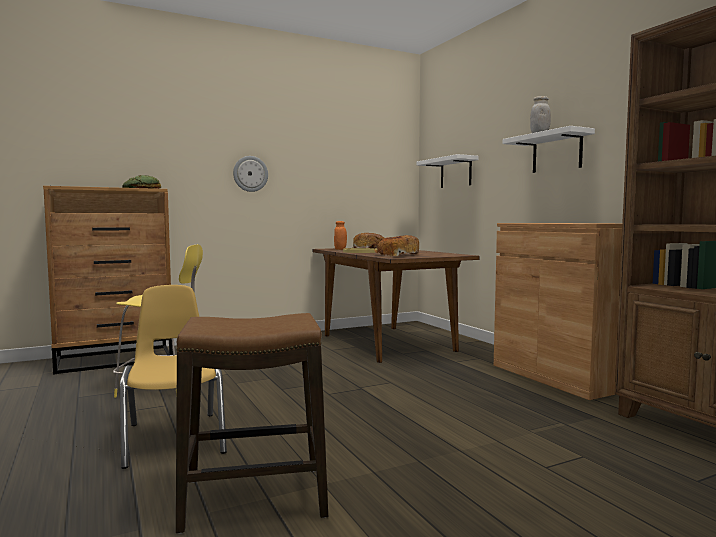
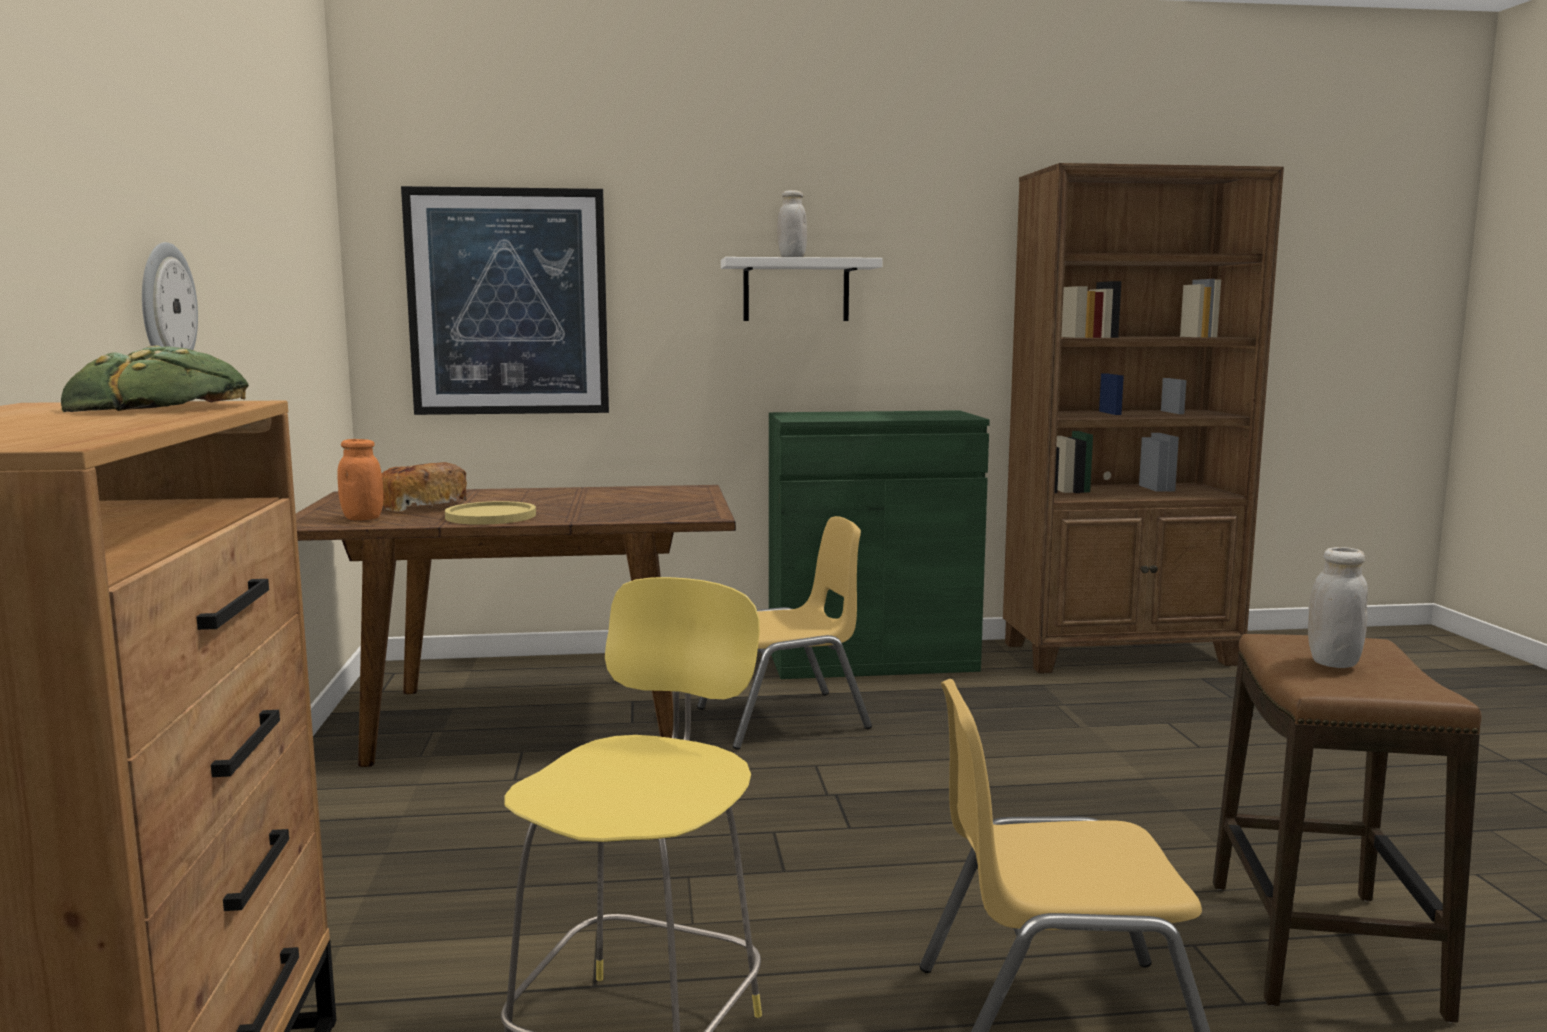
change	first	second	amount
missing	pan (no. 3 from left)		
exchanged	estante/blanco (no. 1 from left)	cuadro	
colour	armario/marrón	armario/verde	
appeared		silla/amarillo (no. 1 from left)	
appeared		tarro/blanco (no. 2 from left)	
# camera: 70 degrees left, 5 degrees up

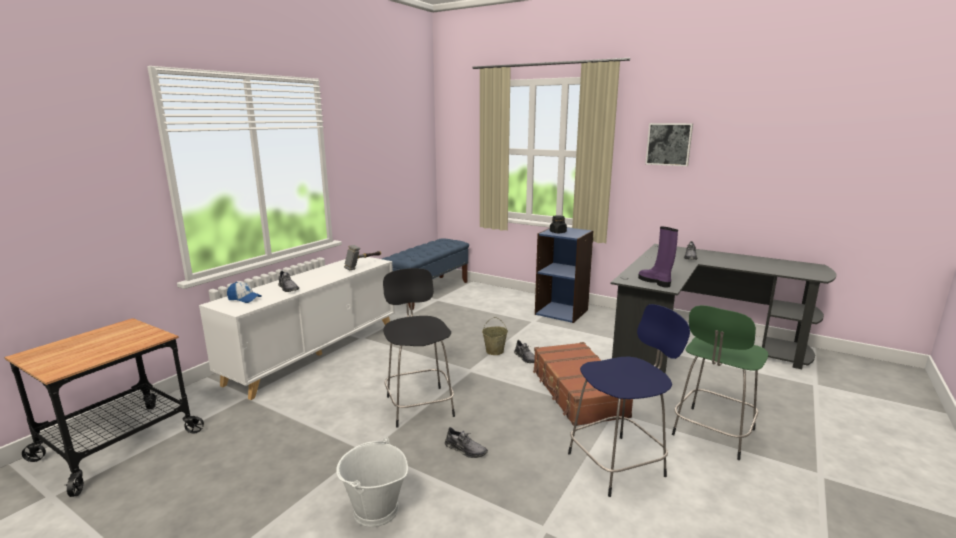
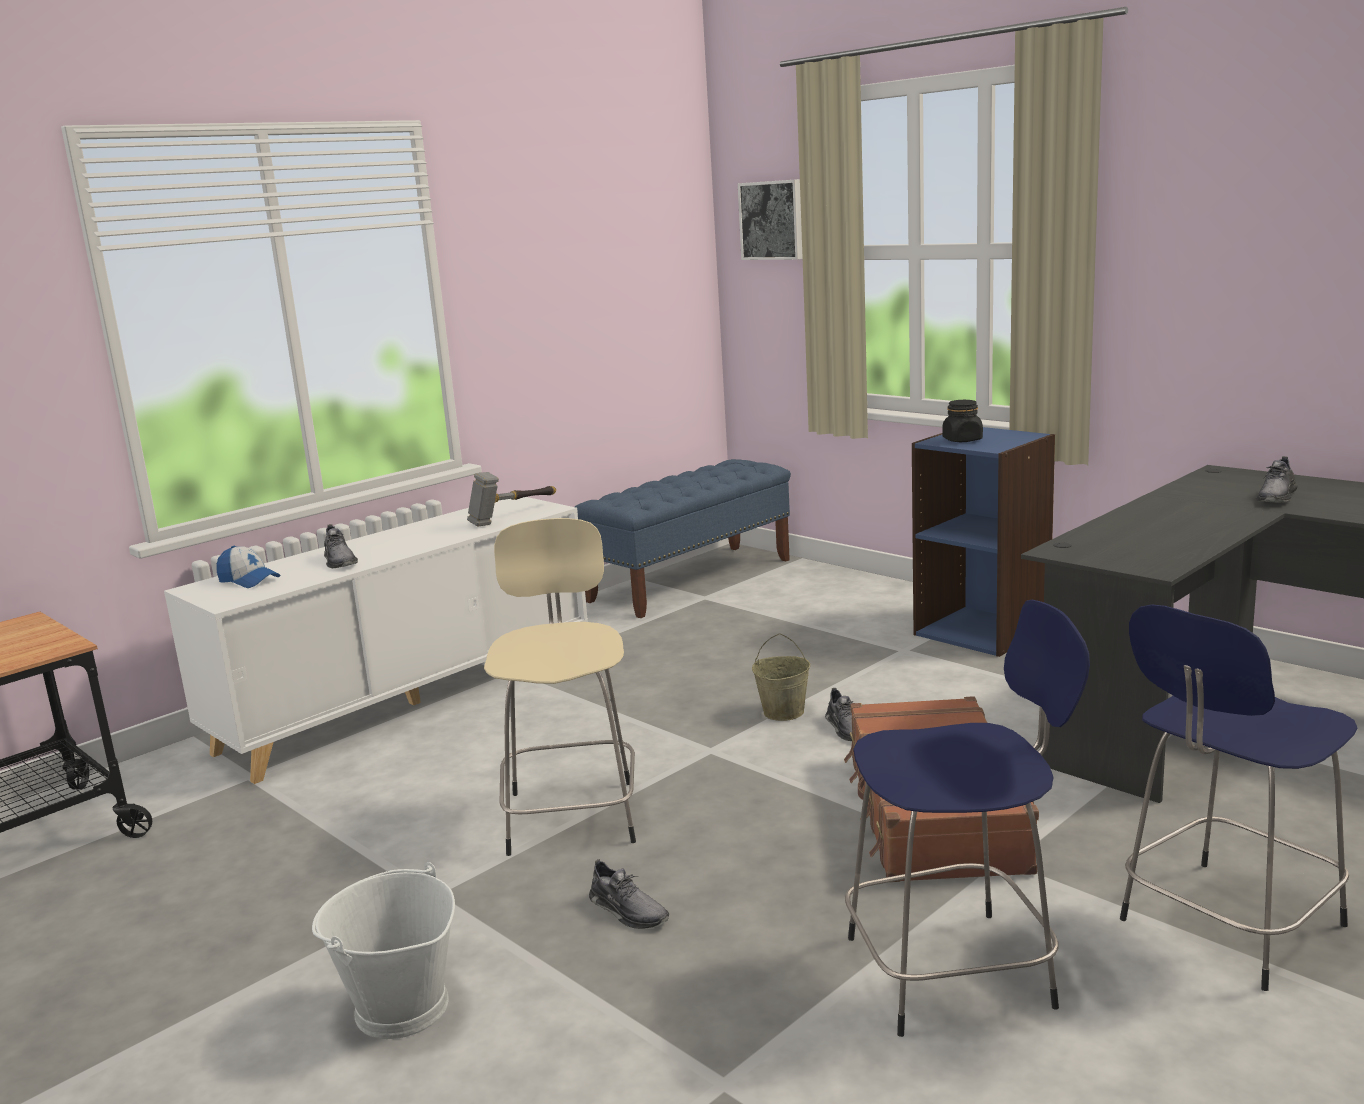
change	first	second	amount
colour	taburete/negro	taburete/beis	
missing	bota/morado		
relocated	cuadro		
colour	taburete/verde	taburete/azul (no. 2 from left)	
# camera: 15 degrees right, 0 degrees up

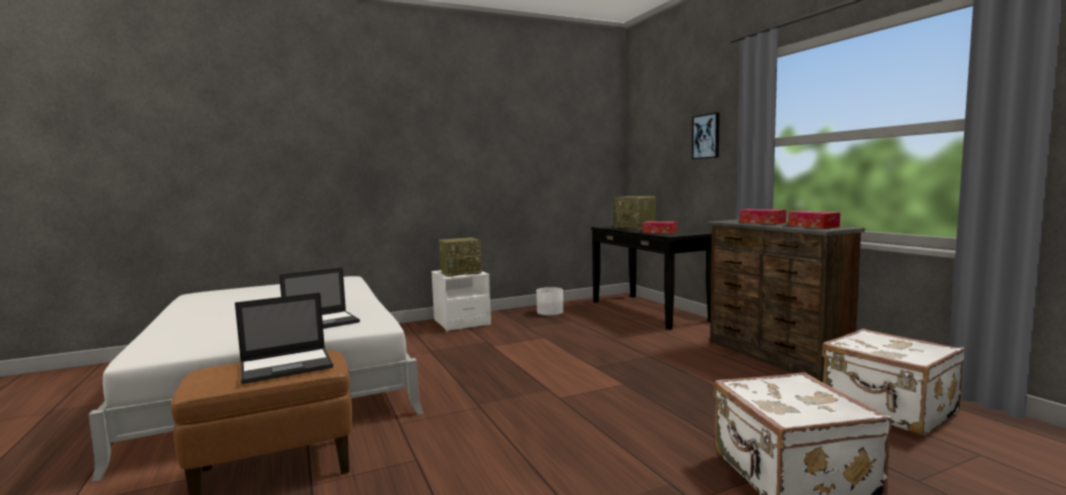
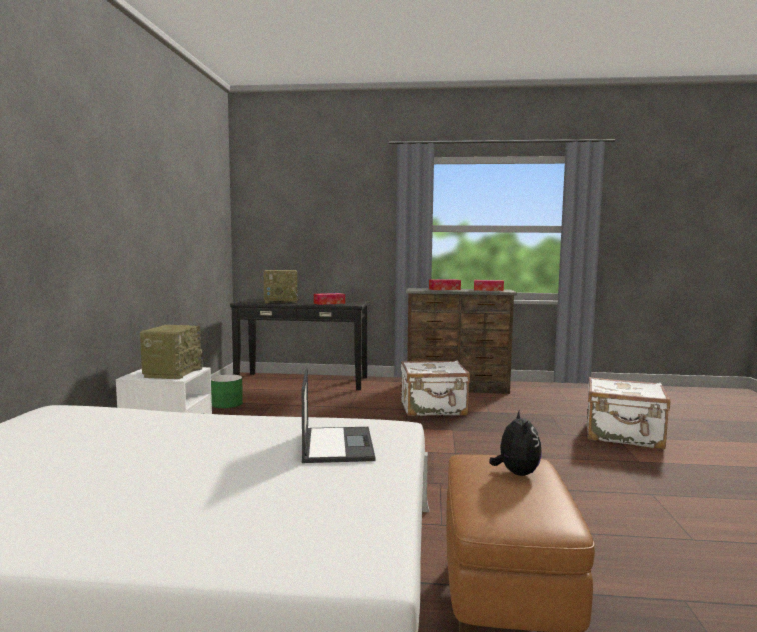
change	first	second	amount
exchanged	portátil (no. 1 from left)	peluche	
colour	maceta/blanco	maceta/verde	
missing	cuadro		
relocated	maleta/blanco (no. 2 from left in the first image)	maleta/blanco (no. 1 from left)	
# camera: 60 degrees left, 0 degrees up

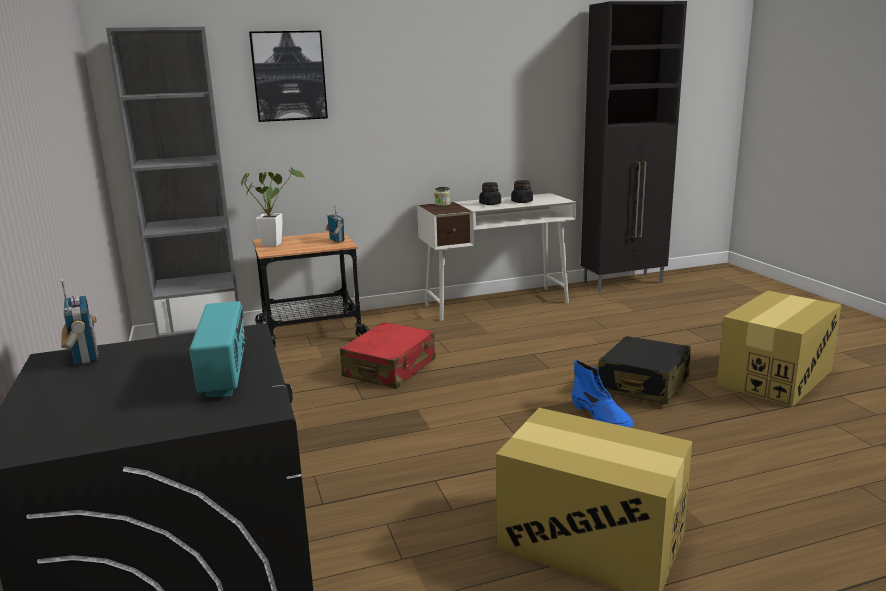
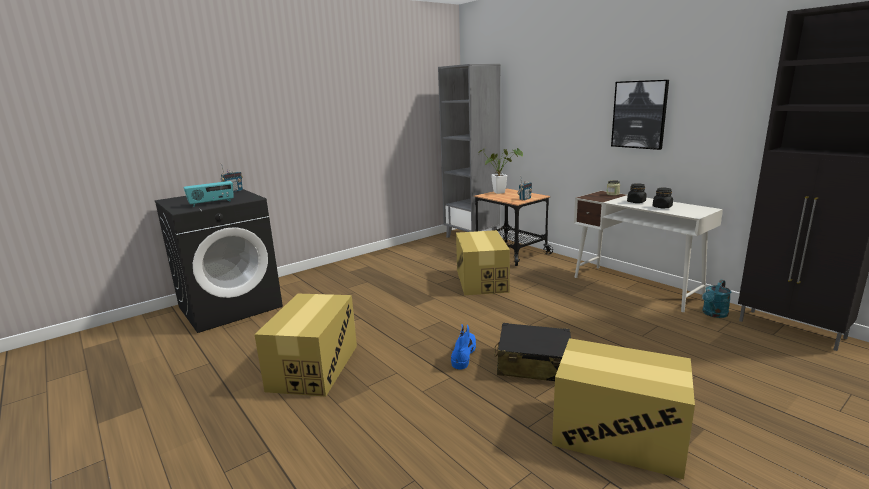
change	first	second	amount
relocated	cuadro		
exchanged	maleta/rojo	caja de cartón (no. 2 from left)	
spun	bota/azul		150 degrees clockwise
appeared		regadera/turquesa	
# camera: 70 degrees right, 0 degrees up

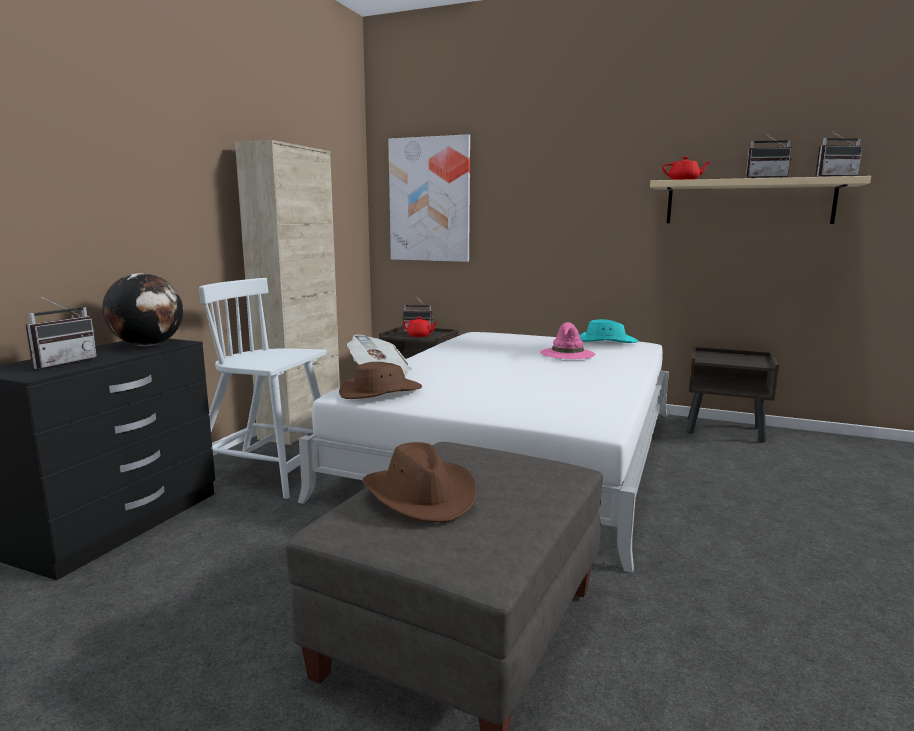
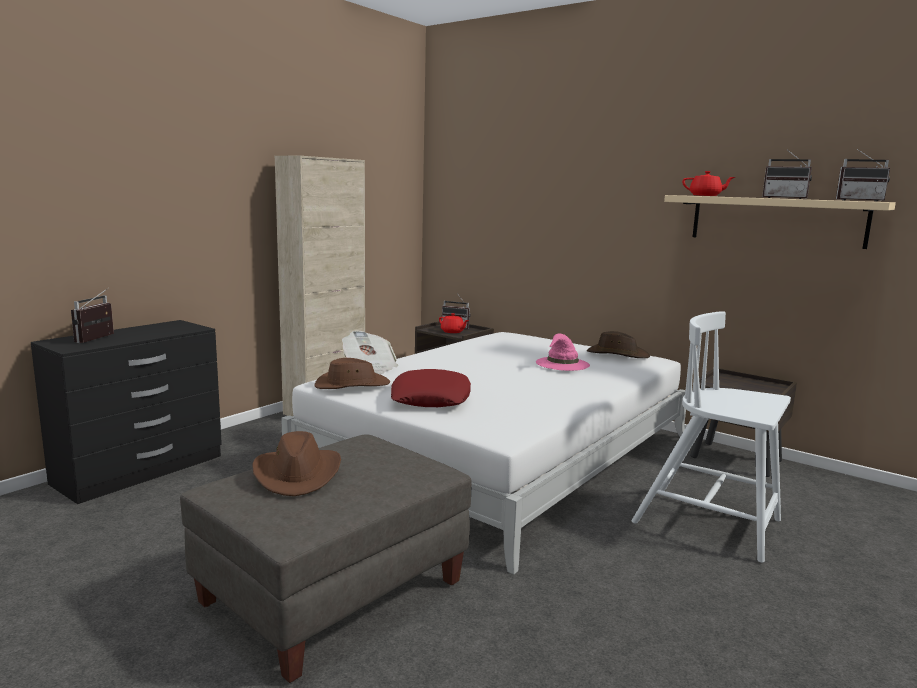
change	first	second	amount
spun	radio (no. 1 from left)		150 degrees clockwise
missing	globo terráqueo		
relocated	silla/blanco		
missing	cuadro		
colour	sombrero/turquesa	sombrero/marrón (no. 3 from left)	
appeared		cojín/rojo	
# camera: 15 degrees right, 0 degrees up

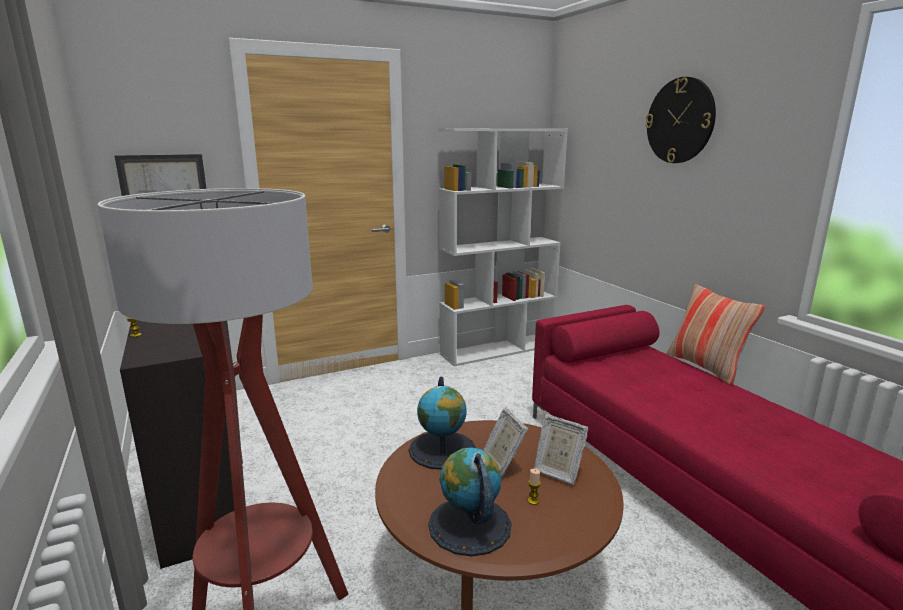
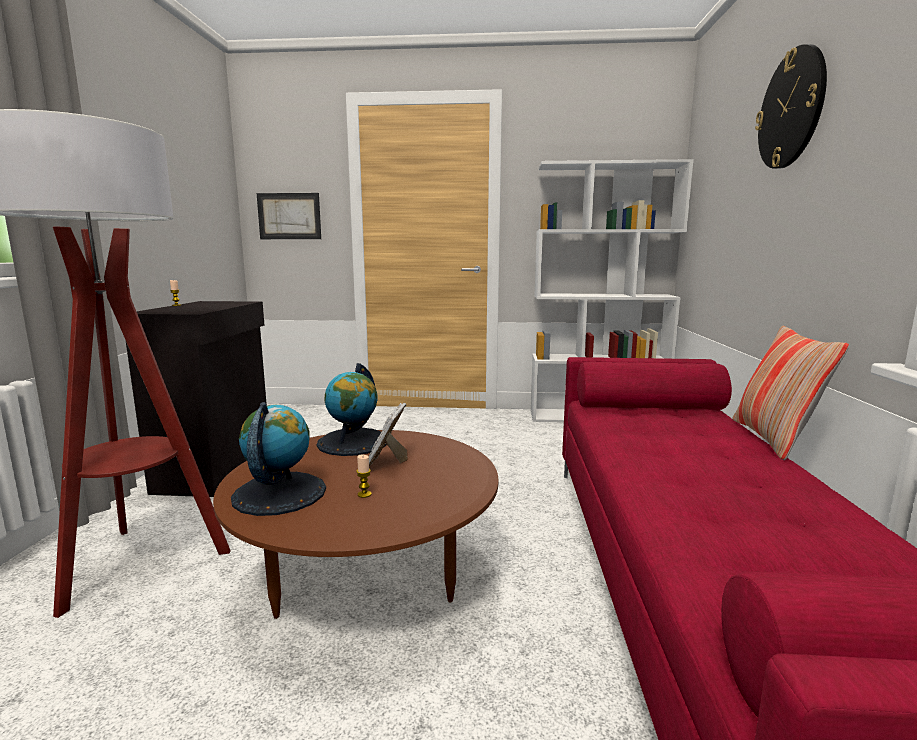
change	first	second	amount
missing	portarretratos (no. 2 from left)		
# camera: 30 degrees right, 5 degrees down

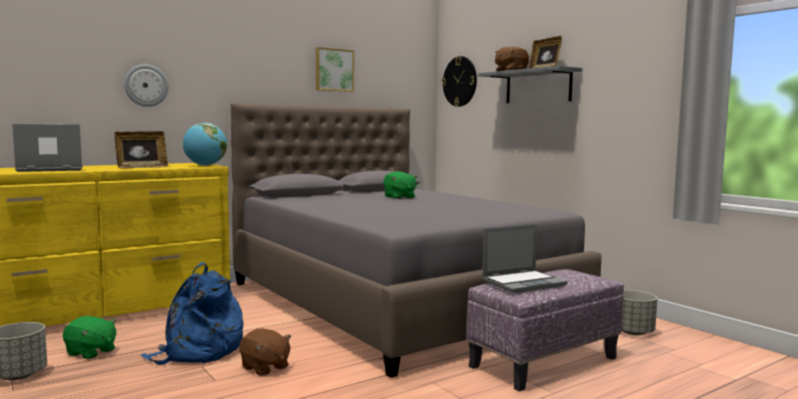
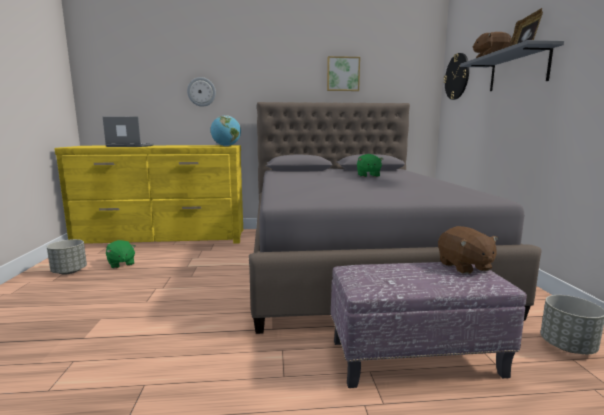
change	first	second	amount
missing	portarretratos (no. 1 from left)		
missing	mochila/azul		
relocated	peluche/marrón (no. 1 from left)		
missing	portátil (no. 2 from left)		
# camera: 30 degrees right, 5 degrees up

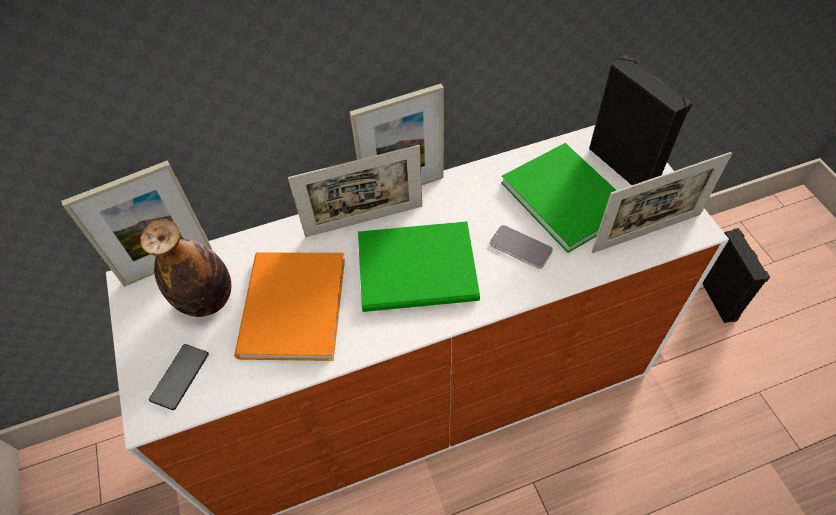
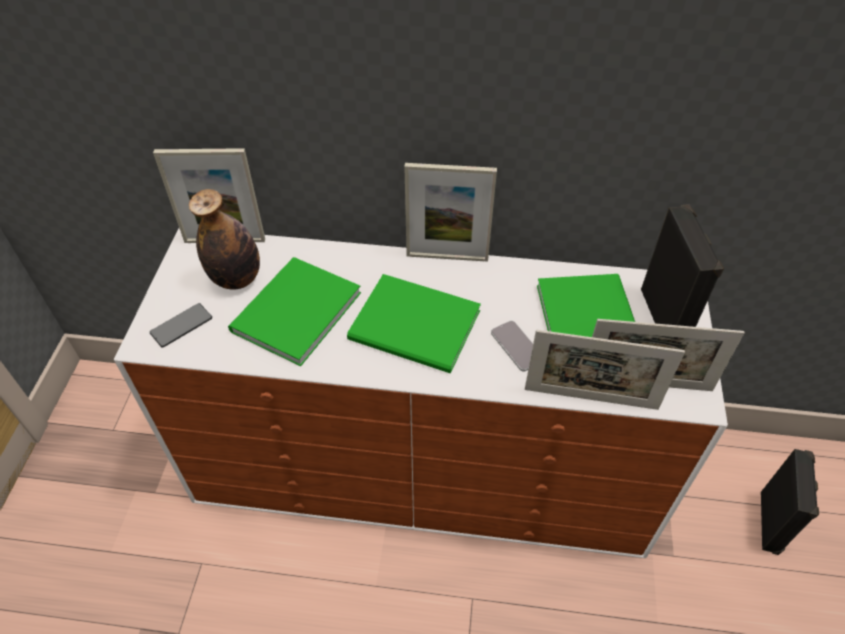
change	first	second	amount
colour	libro/naranja	libro/verde (no. 1 from left)	
relocated	portarretratos (no. 2 from left in the first image)	portarretratos (no. 3 from left)	
# camera: 25 degrees right, 5 degrees down

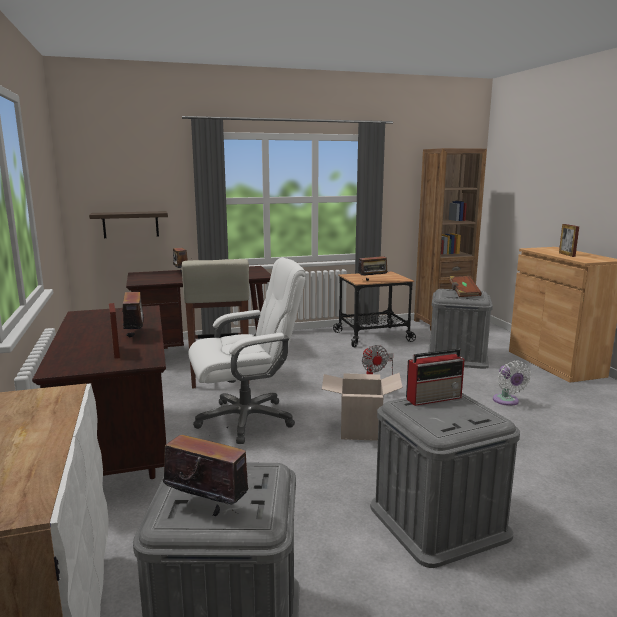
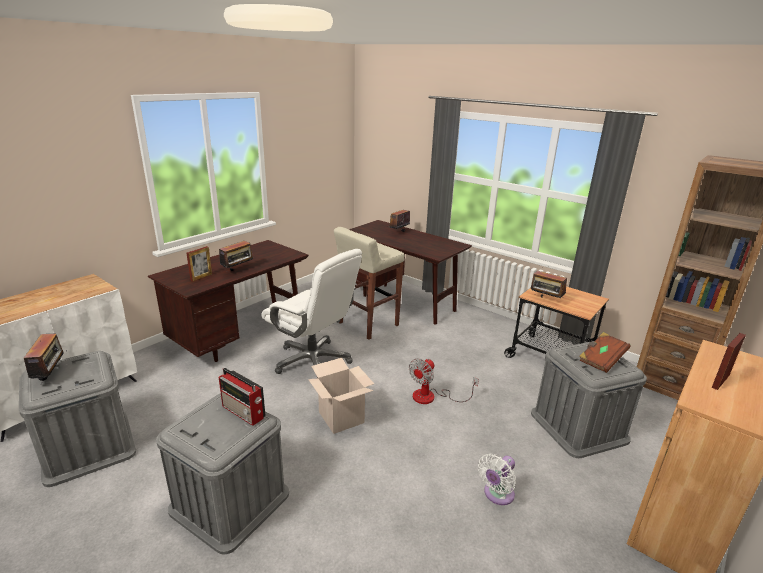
change	first	second	amount
missing	estante		
# camera: 55 degrees right, 10 degrees up

